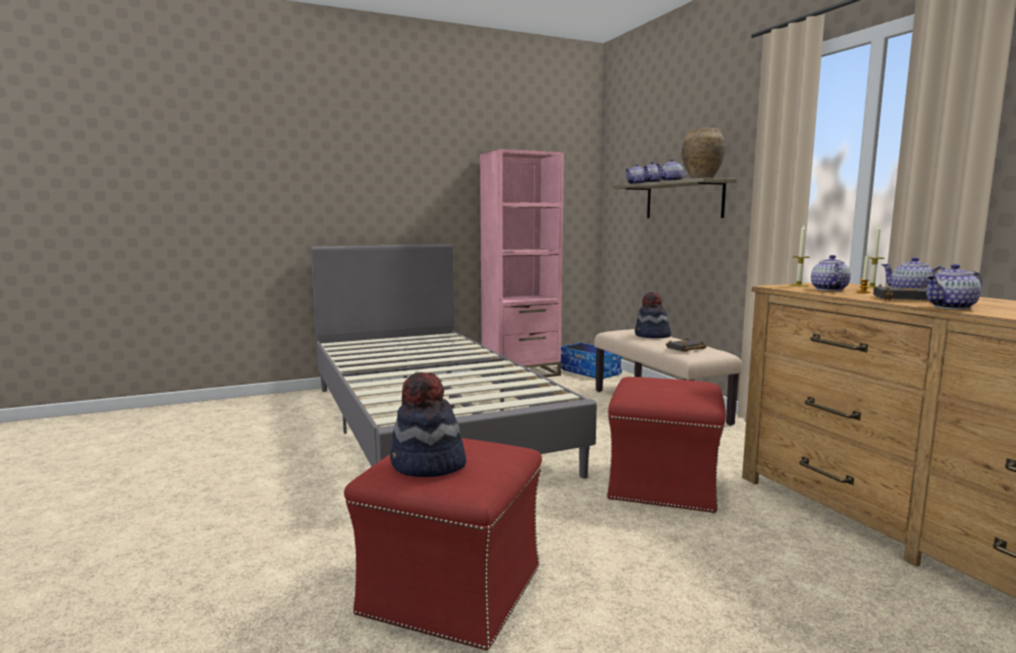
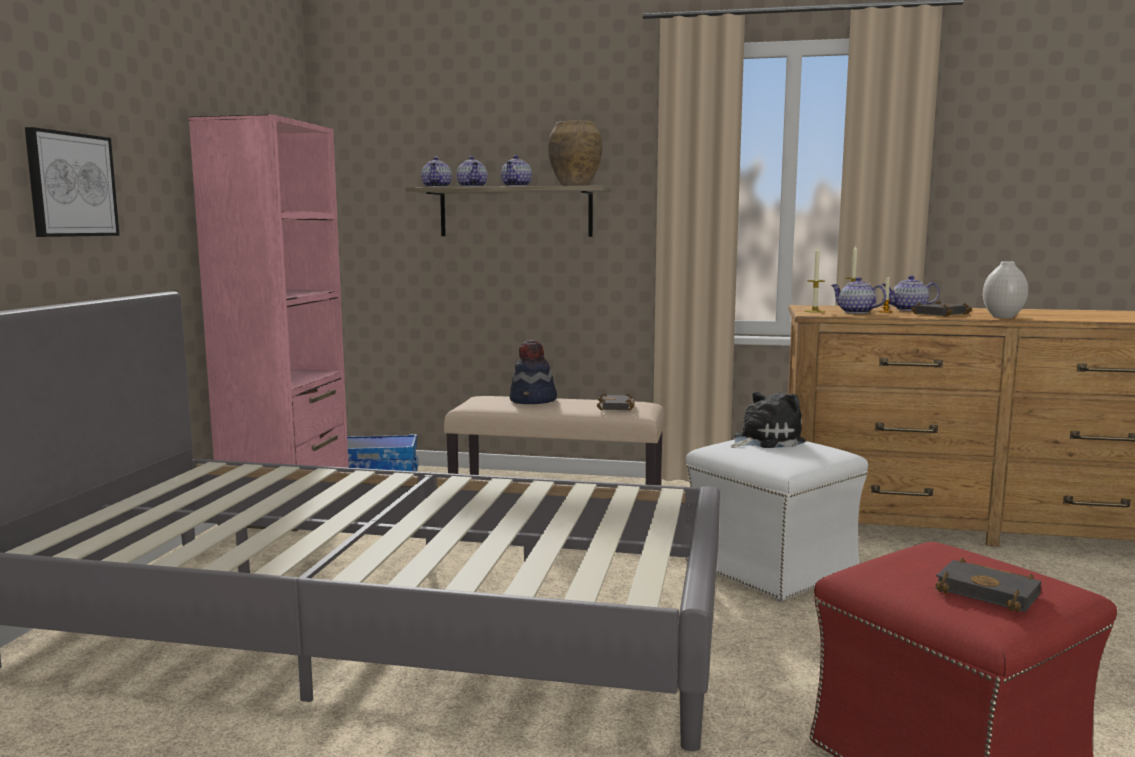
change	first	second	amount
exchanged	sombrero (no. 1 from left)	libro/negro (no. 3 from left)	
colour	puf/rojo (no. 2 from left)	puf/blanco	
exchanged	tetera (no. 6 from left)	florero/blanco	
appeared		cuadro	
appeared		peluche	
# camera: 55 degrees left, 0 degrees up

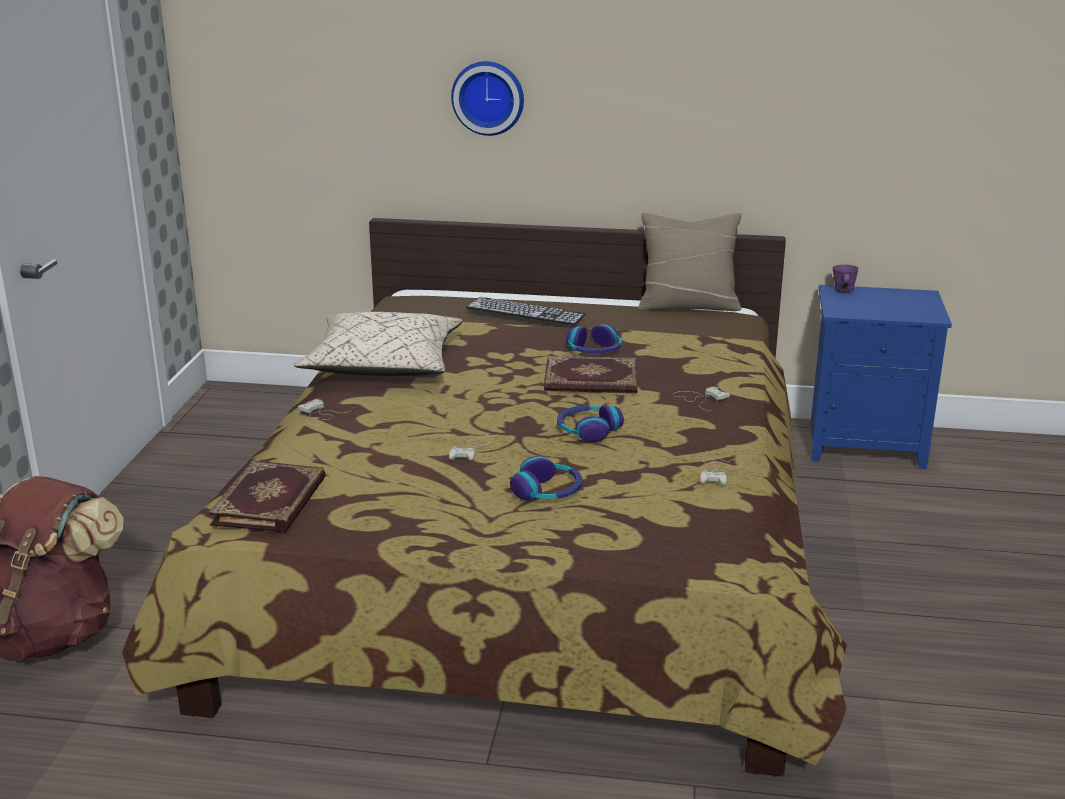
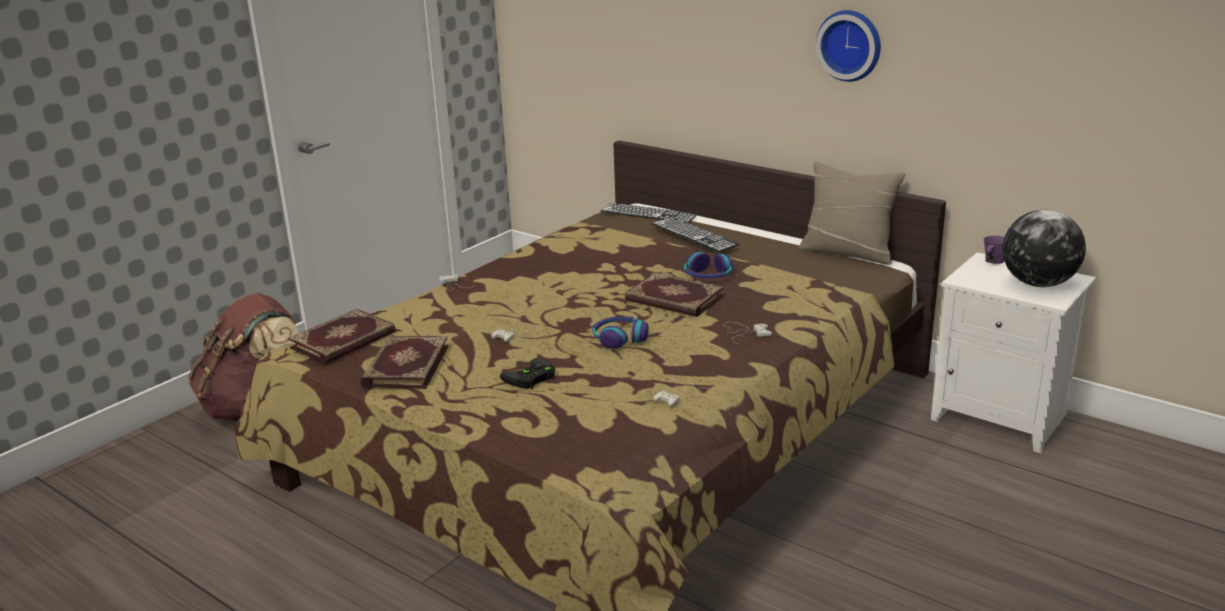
change	first	second	amount
missing	cojín/beis (no. 1 from left)		
relocated	reloj de pared		
exchanged	auriculares (no. 1 from left)	mando de consola/negro	
colour	mesita de noche/azul	mesita de noche/blanco	
appeared		libro (no. 2 from left)	
appeared		teclado (no. 1 from left)	
appeared		globo terráqueo	
# camera: 30 degrees right, 0 degrees up

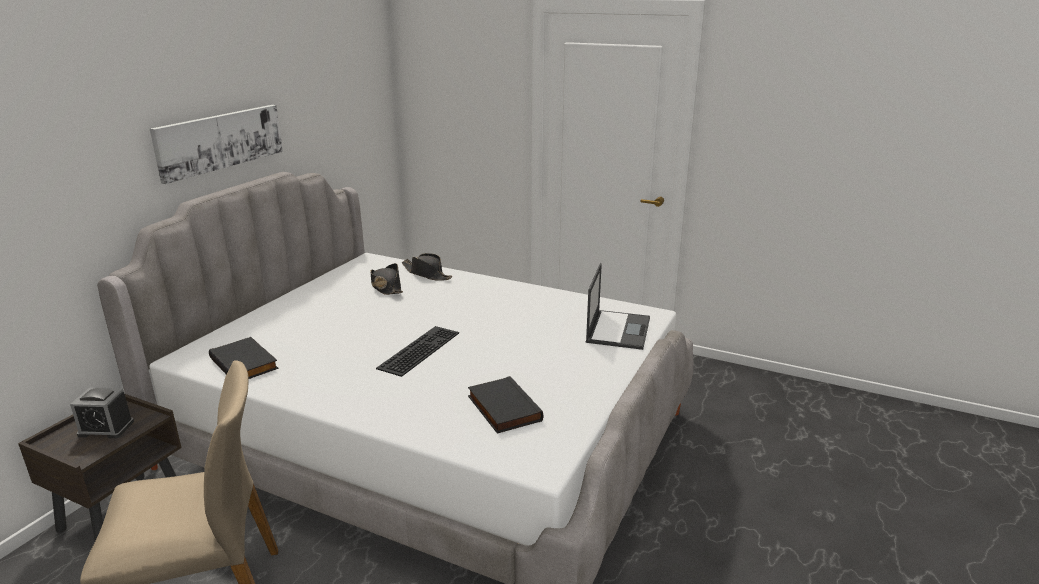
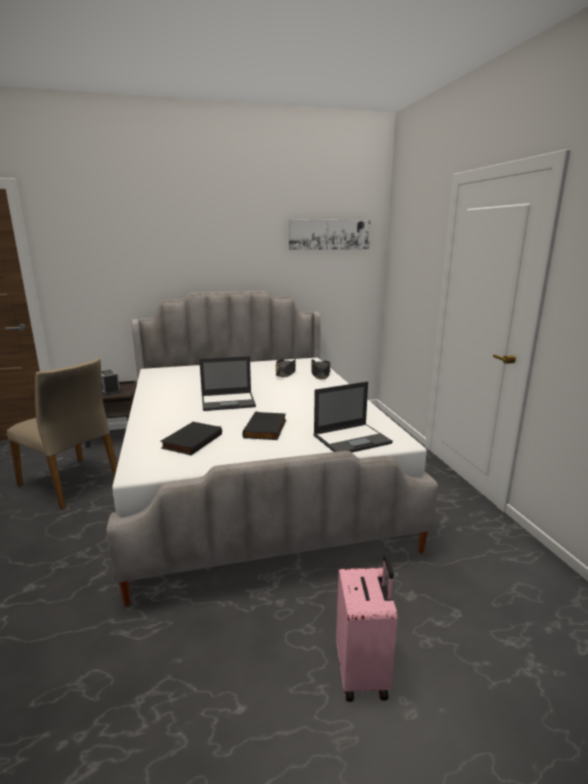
change	first	second	amount
relocated	cuadro		
relocated	libro/negro (no. 1 from left in the first image)	libro/negro (no. 2 from left)	
exchanged	teclado	portátil (no. 1 from left)	
appeared		maleta/rosa	
# camera: 50 degrees right, 5 degrees down

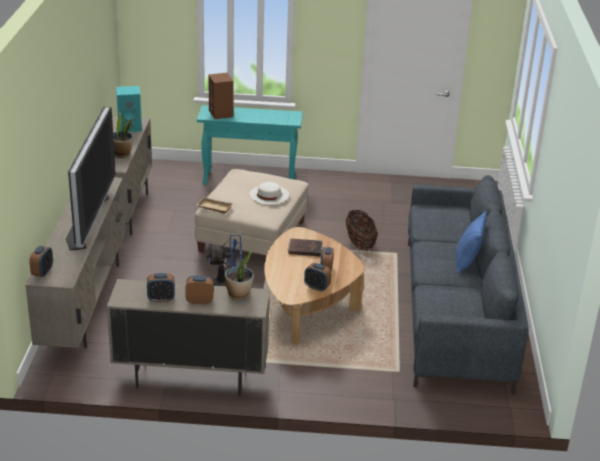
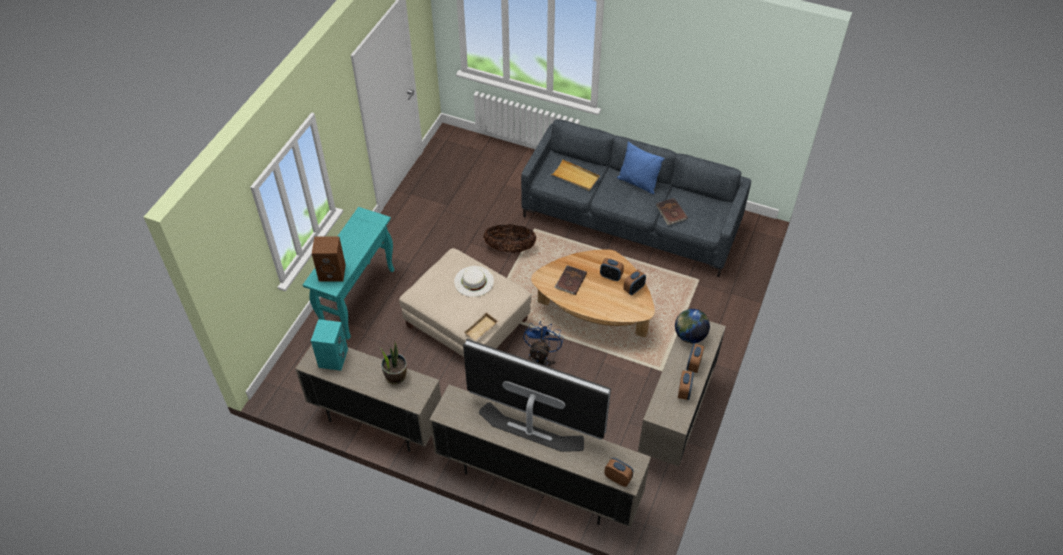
change	first	second	amount
exchanged	planta en maceta (no. 2 from left)	globo terráqueo	
appeared		bandeja/beis (no. 2 from left)	
appeared		libro/marrón (no. 2 from left)	
# camera: 70 degrees left, 20 degrees up

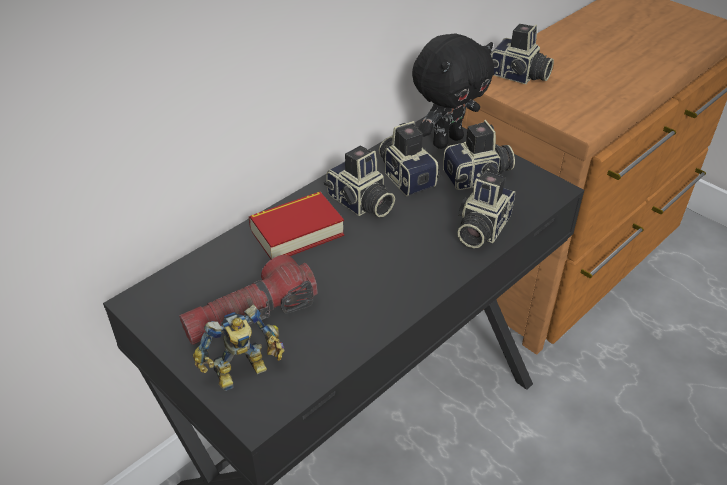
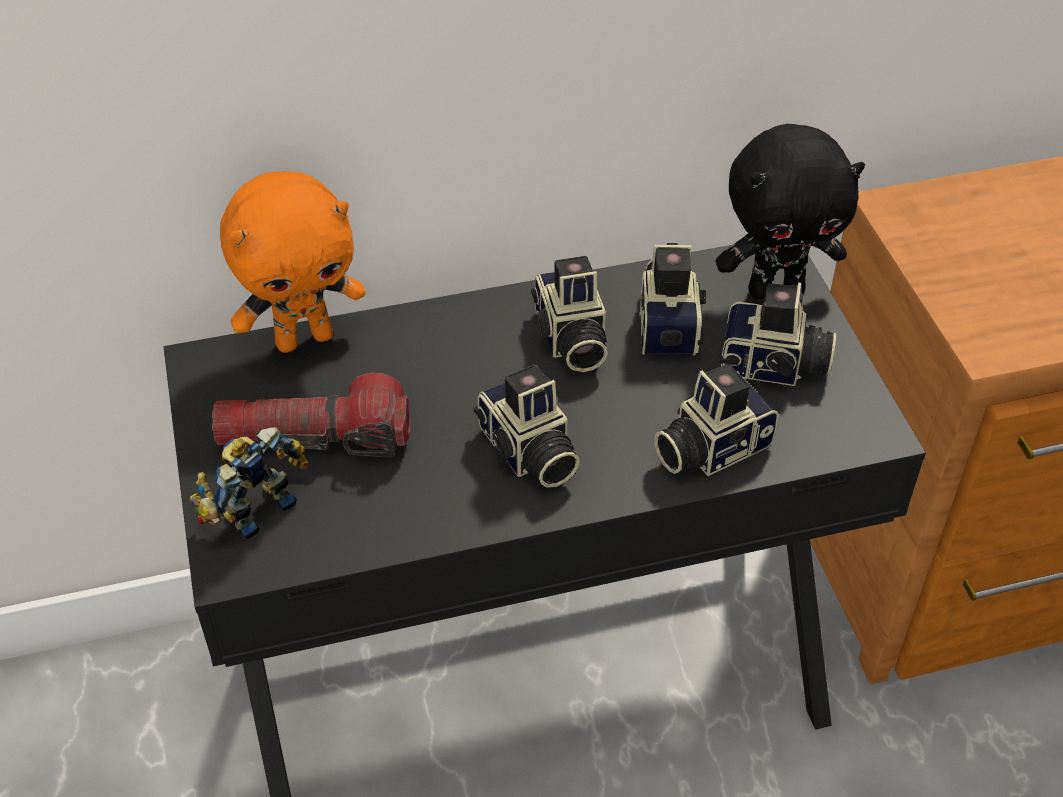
change	first	second	amount
spun	robot de juguete		135 degrees clockwise
missing	libro		
relocated	cámara (no. 5 from left in the first image)	cámara (no. 1 from left)	
appeared		peluche/naranja	
# camera: 30 degrees right, 5 degrees up

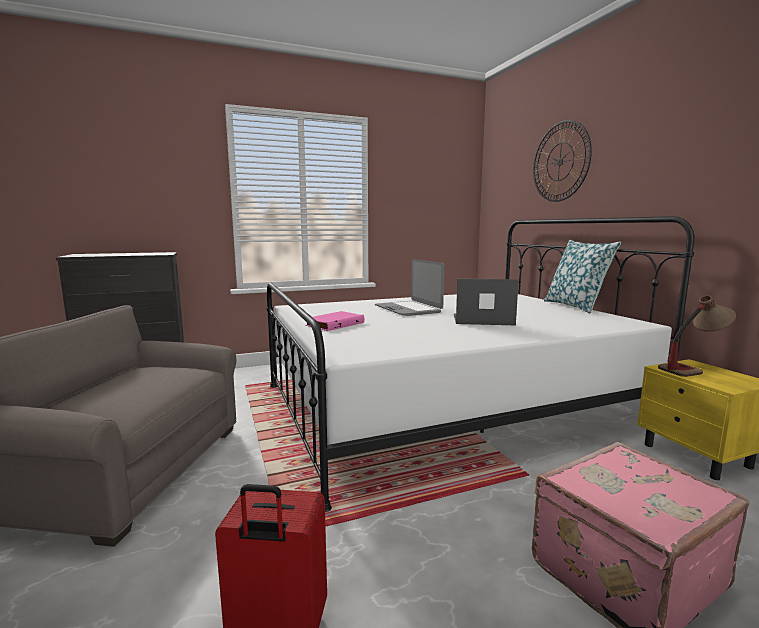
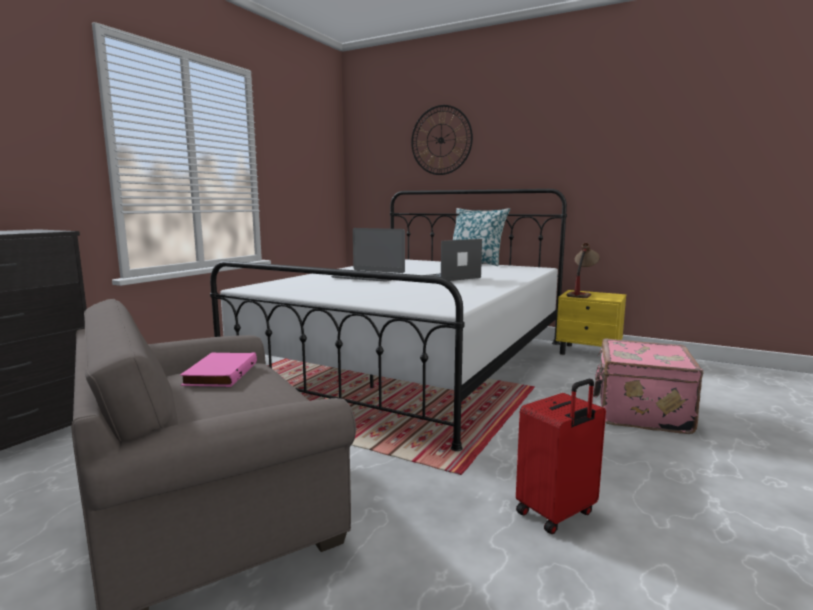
change	first	second	amount
relocated	libro/rosa		
# camera: 40 degrees left, 0 degrees up

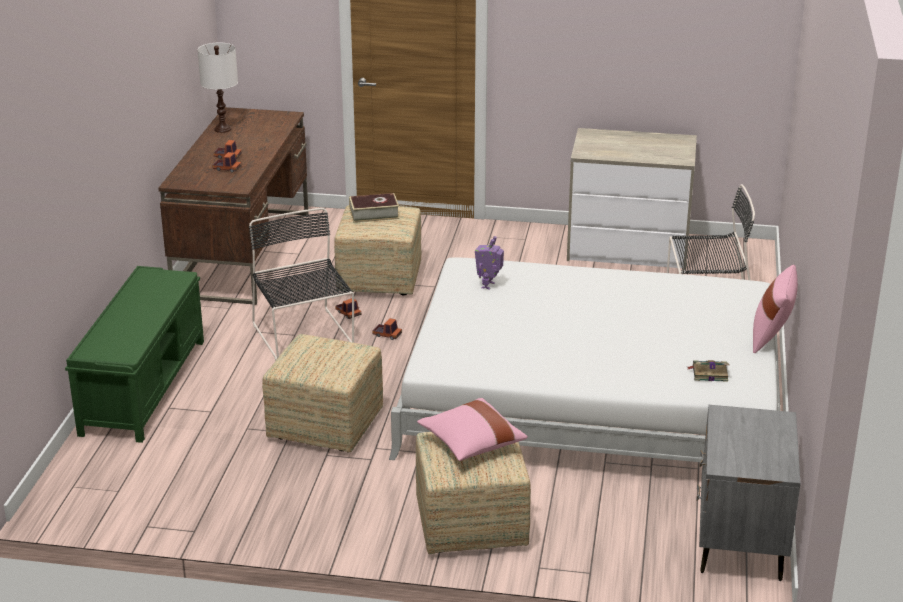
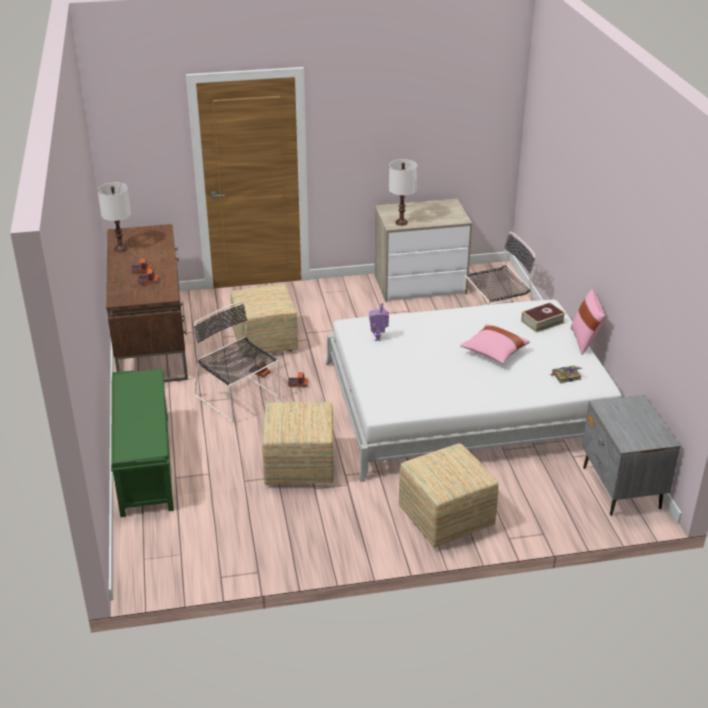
change	first	second	amount
relocated	libro (no. 1 from left)		
relocated	cojín/rosa (no. 1 from left)		
appeared		lámpara de mesa/blanco (no. 2 from left)	
# camera: 20 degrees left, 5 degrees up

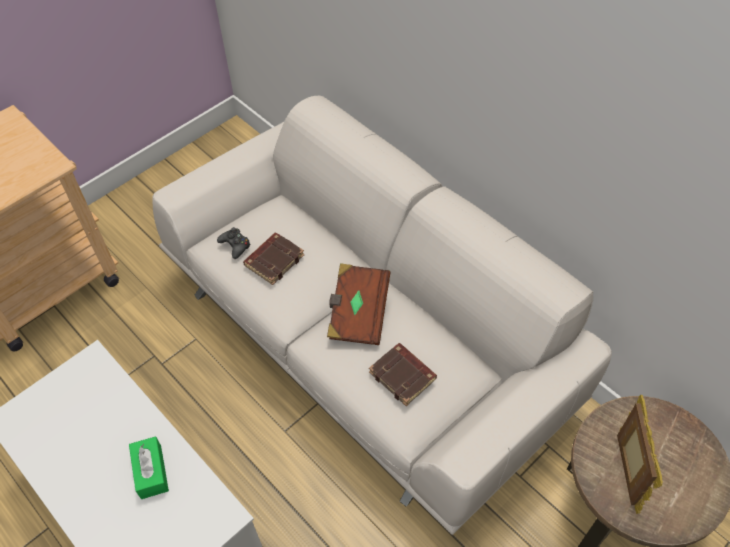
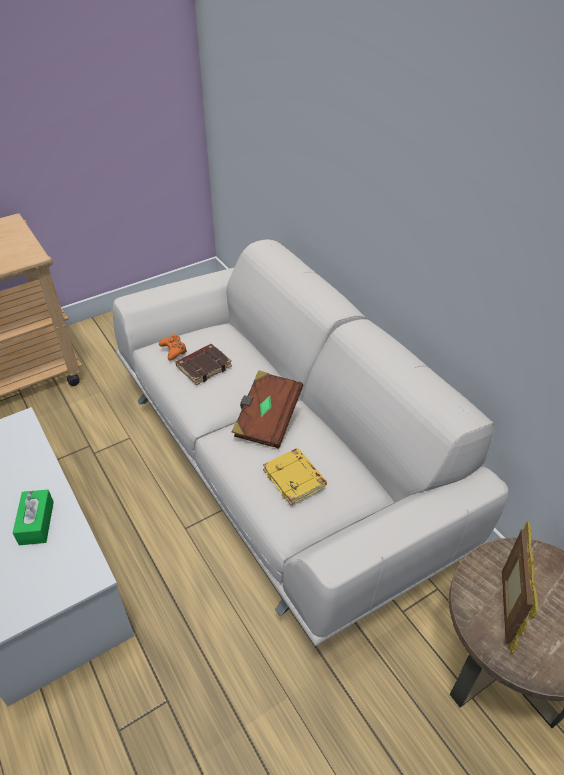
change	first	second	amount
colour	mando de consola/negro	mando de consola/naranja	
colour	libro/marrón (no. 3 from left)	libro/amarillo	
# camera: 10 degrees right, 10 degrees down

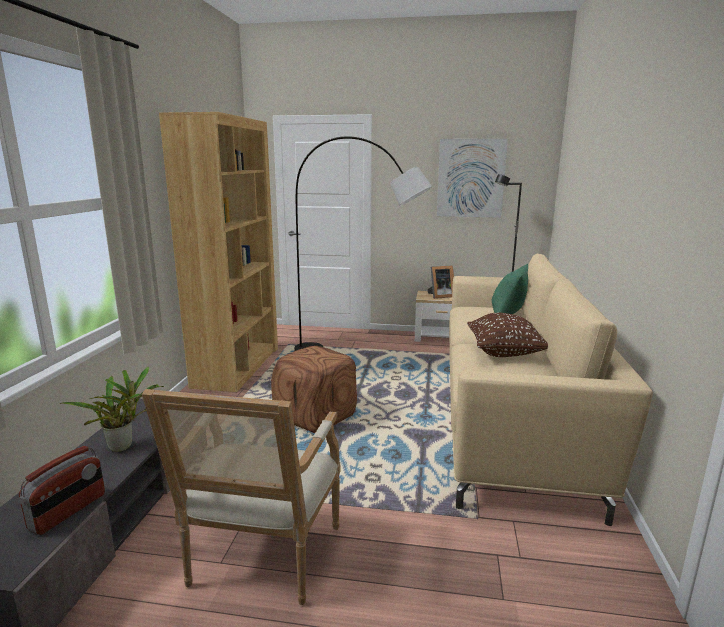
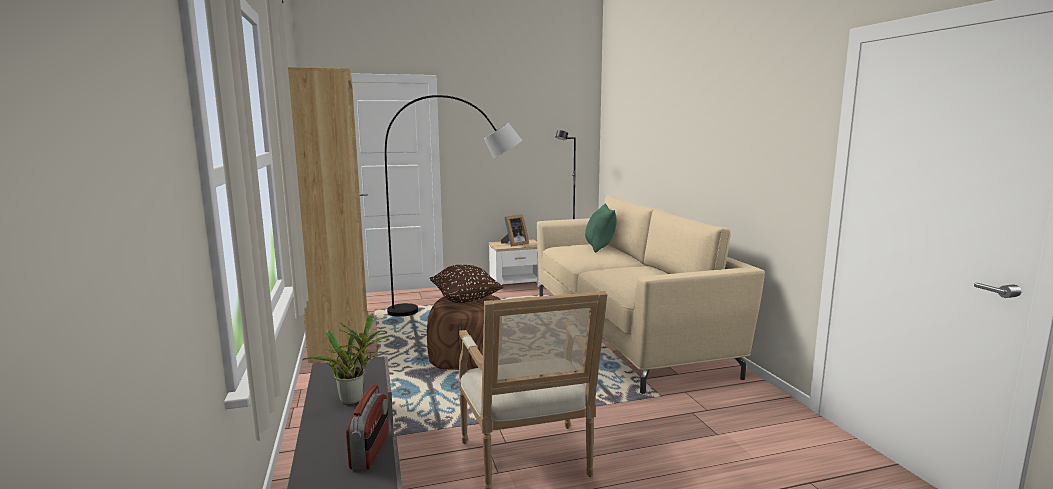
change	first	second	amount
missing	cuadro		
relocated	cojín/marrón		
# camera: 25 degrees left, 5 degrees down

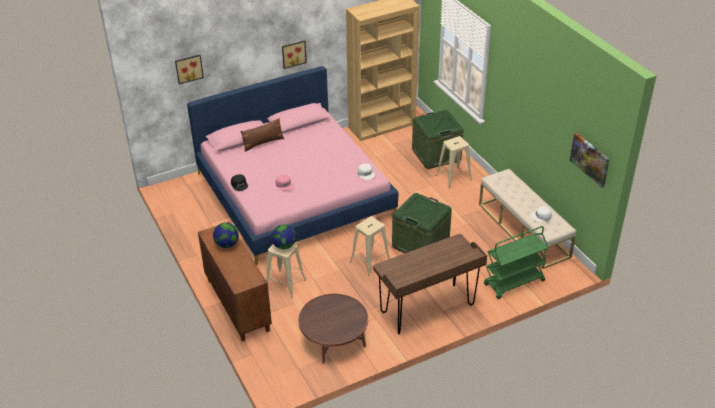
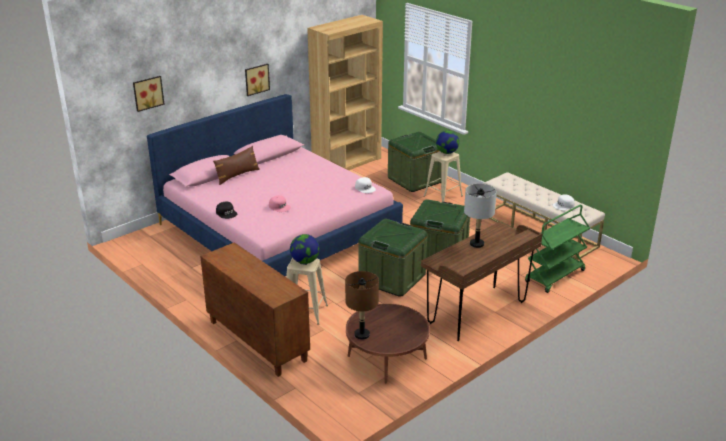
change	first	second	amount
relocated	globo terráqueo (no. 1 from left in the first image)	globo terráqueo (no. 2 from left)	
exchanged	taburete/beis (no. 2 from left)	caja de almacenaje/verde (no. 1 from left)	
missing	cuadro (no. 3 from left)		
appeared		lámpara de mesa/marrón	
appeared		lámpara de mesa/gris	
# camera: 15 degrees left, 10 degrees down

